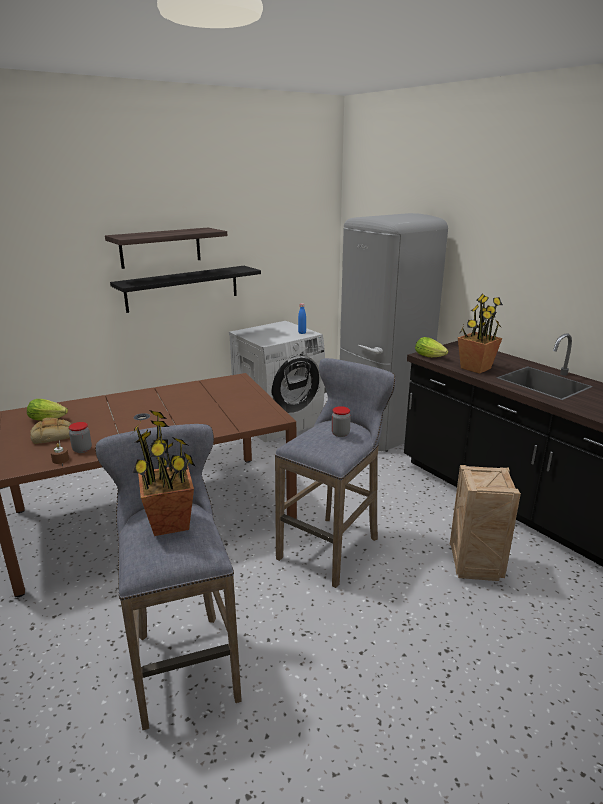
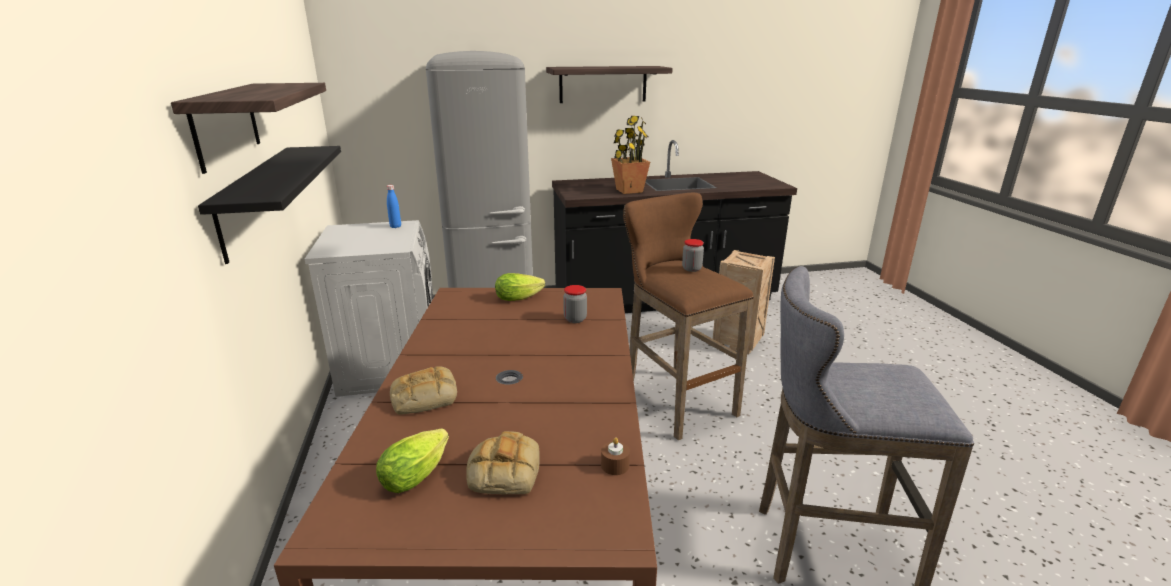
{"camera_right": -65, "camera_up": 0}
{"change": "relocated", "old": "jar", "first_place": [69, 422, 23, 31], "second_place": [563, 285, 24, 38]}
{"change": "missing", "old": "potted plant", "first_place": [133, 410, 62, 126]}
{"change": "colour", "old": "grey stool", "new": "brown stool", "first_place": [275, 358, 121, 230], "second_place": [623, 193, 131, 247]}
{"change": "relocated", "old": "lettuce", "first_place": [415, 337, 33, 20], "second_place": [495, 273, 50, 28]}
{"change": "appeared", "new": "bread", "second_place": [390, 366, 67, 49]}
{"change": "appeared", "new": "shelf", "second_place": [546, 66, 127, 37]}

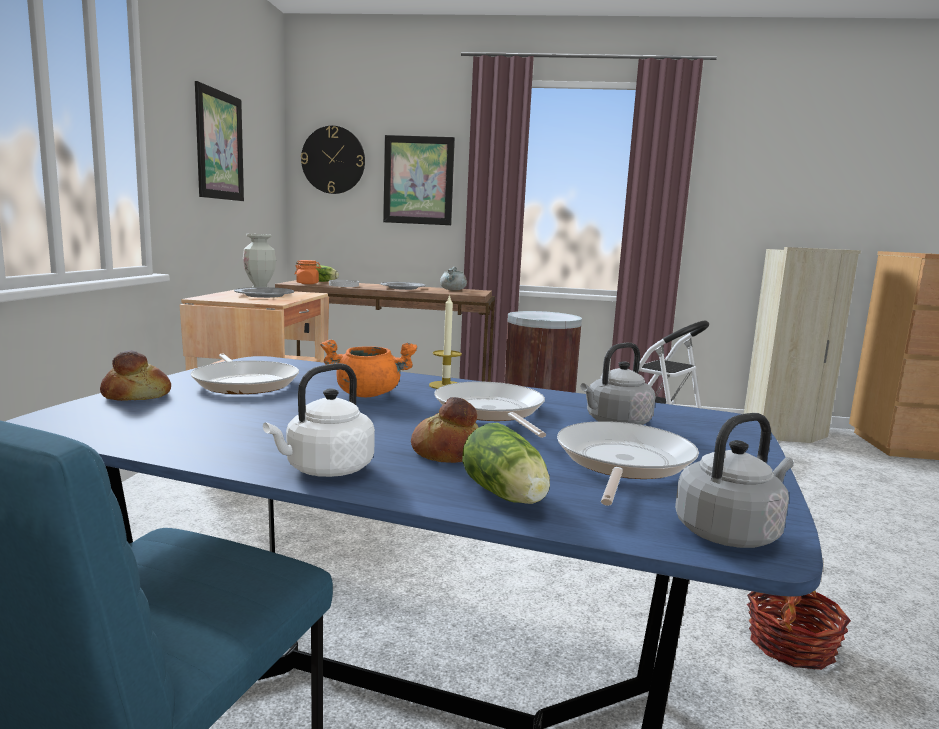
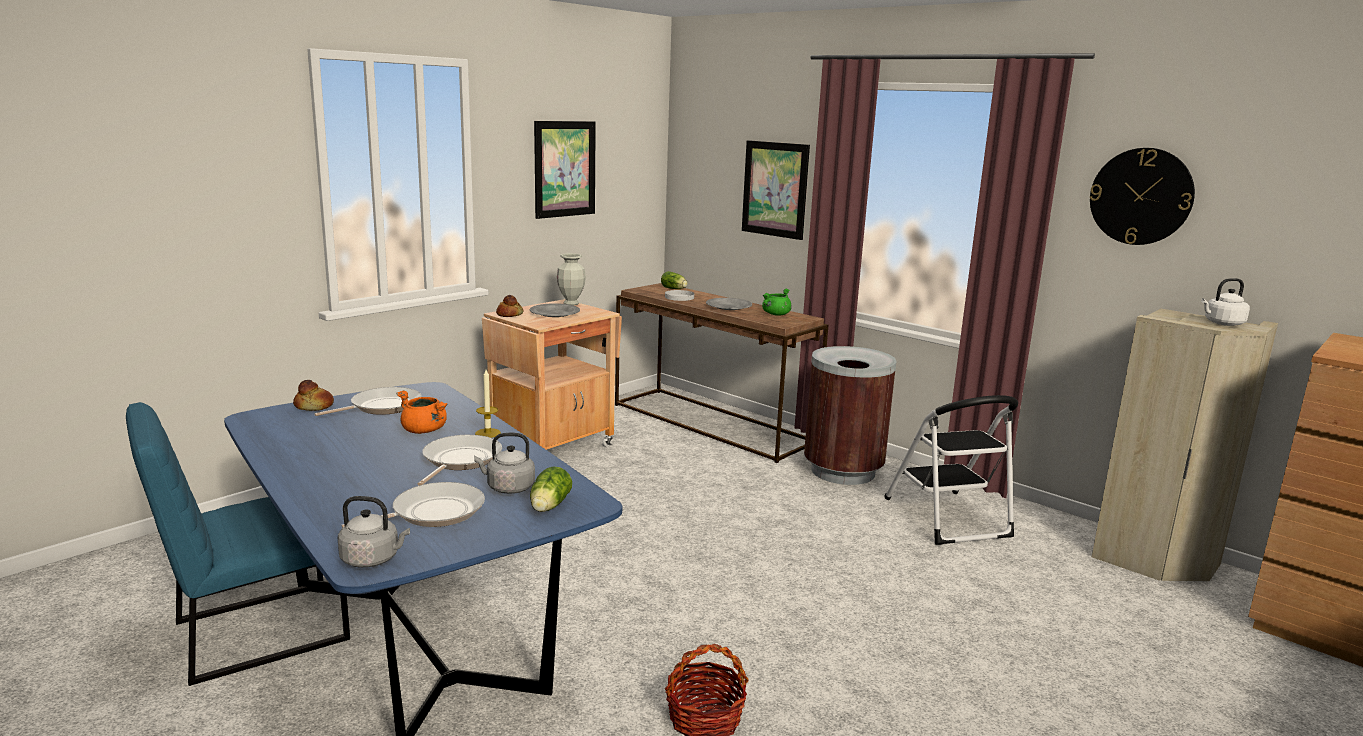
{"camera_right": 35, "camera_up": 5}
{"change": "spun", "old": "frying pan", "first_place": [191, 354, 108, 40], "second_place": [314, 387, 108, 29], "degrees": -135}
{"change": "relocated", "old": "white kettle", "first_place": [263, 363, 112, 114], "second_place": [1201, 278, 49, 48]}
{"change": "missing", "old": "orange jar", "first_place": [295, 260, 26, 24]}
{"change": "relocated", "old": "wall clock", "first_place": [301, 126, 64, 68], "second_place": [1090, 148, 105, 97]}
{"change": "relocated", "old": "bread", "first_place": [411, 397, 68, 66], "second_place": [496, 295, 27, 22]}
{"change": "colour", "old": "grey cooking pot", "new": "green cooking pot", "first_place": [440, 266, 27, 24], "second_place": [762, 288, 30, 28]}
{"change": "relocated", "old": "lettuce", "first_place": [462, 423, 88, 81], "second_place": [530, 466, 42, 46]}

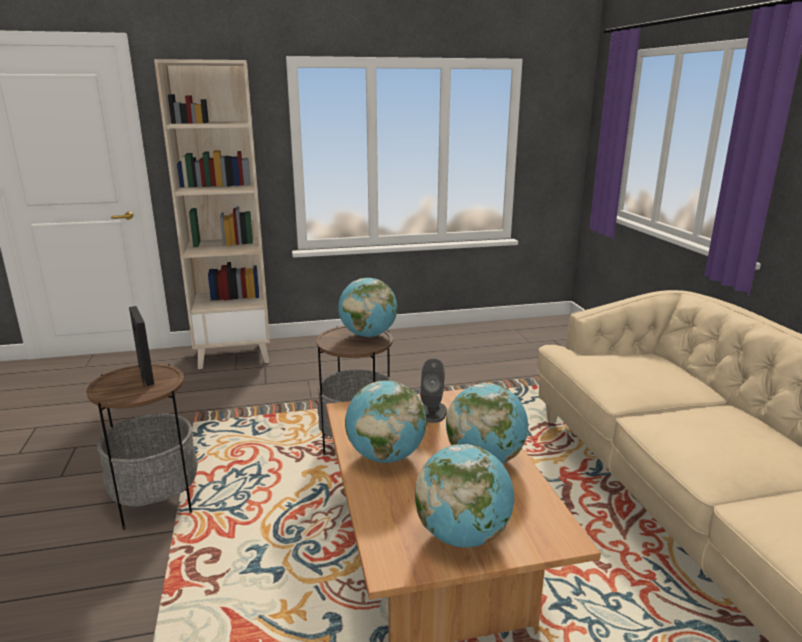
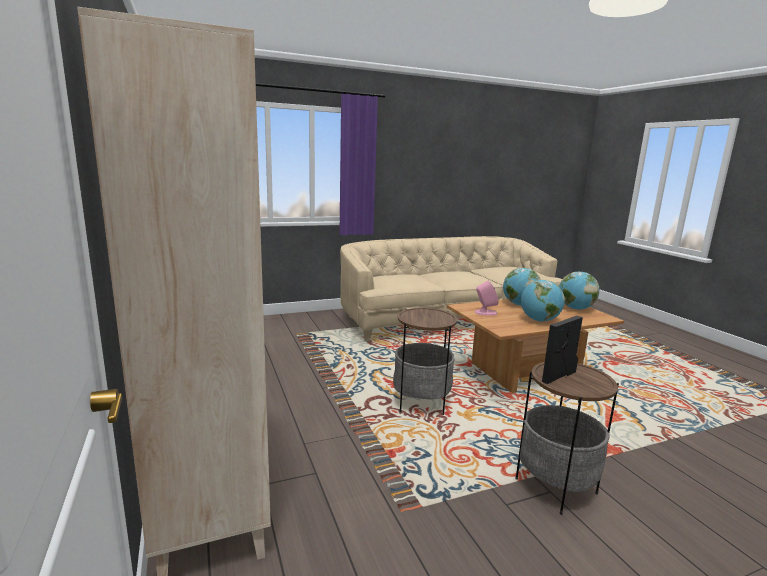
{"camera_right": -100, "camera_up": -5}
{"change": "missing", "old": "globe", "first_place": [338, 278, 59, 59]}
{"change": "colour", "old": "grey speaker", "new": "pink speaker", "first_place": [420, 358, 27, 65], "second_place": [475, 280, 24, 36]}

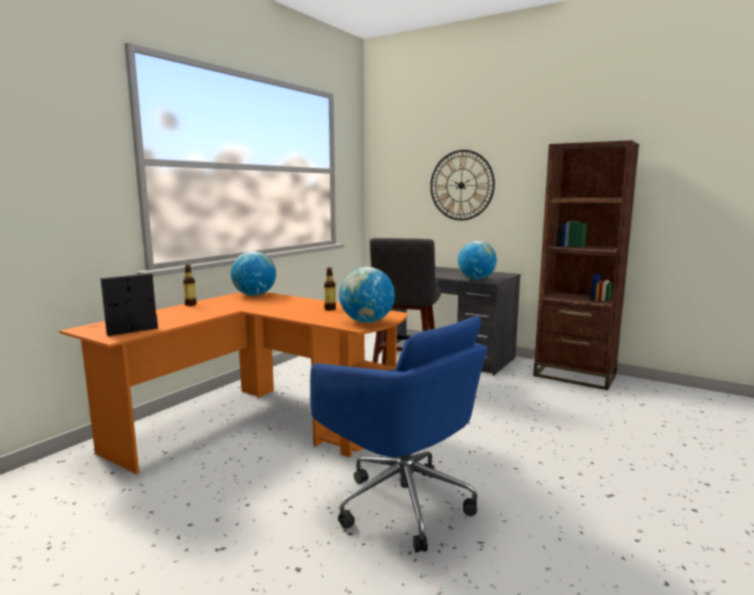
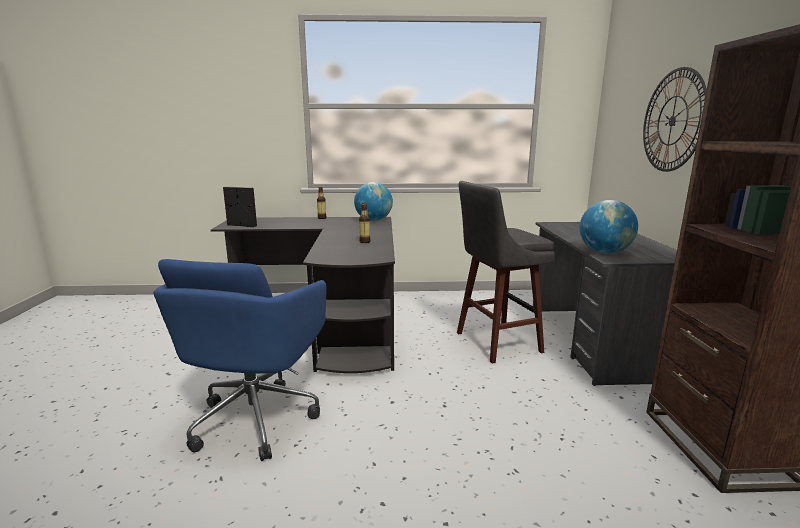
{"camera_right": 55, "camera_up": 5}
{"change": "colour", "old": "orange desk", "new": "black desk", "first_place": [59, 292, 349, 182], "second_place": [211, 217, 184, 156]}
{"change": "missing", "old": "globe", "first_place": [339, 267, 56, 56]}

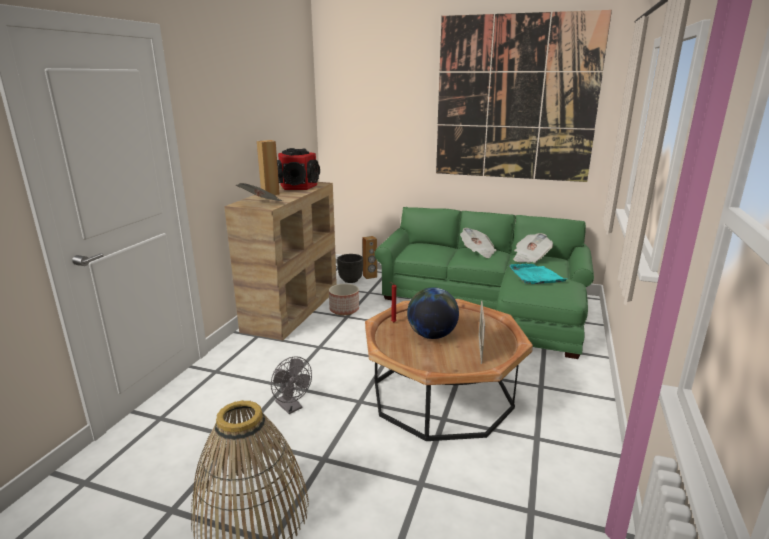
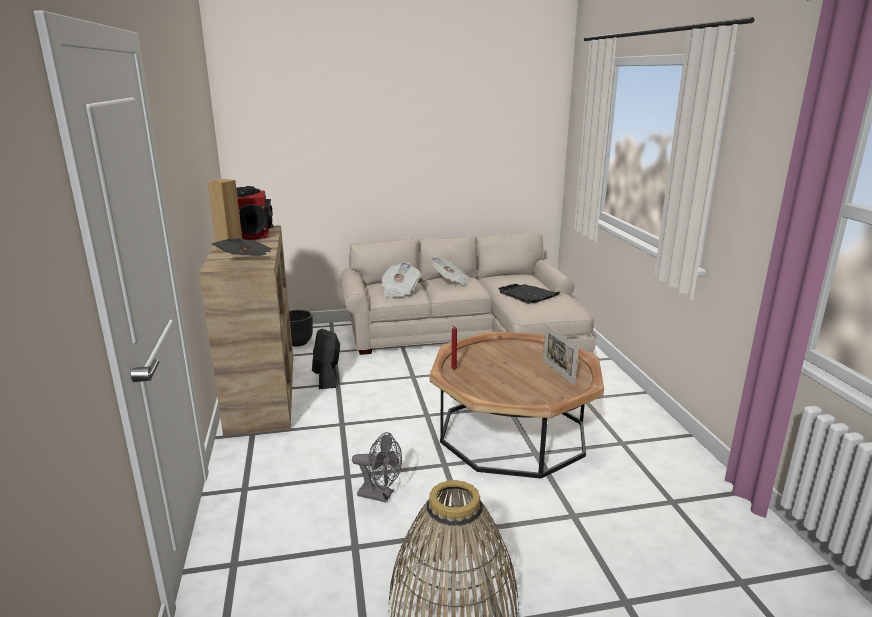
{"camera_right": -30, "camera_up": 0}
{"change": "exchanged", "old": "planter", "new": "black fan", "first_place": [329, 284, 30, 31], "second_place": [312, 329, 28, 60]}
{"change": "missing", "old": "brown speaker", "first_place": [362, 236, 15, 43]}
{"change": "colour", "old": "green sofa", "new": "beige sofa", "first_place": [374, 207, 220, 152], "second_place": [340, 234, 256, 121]}
{"change": "missing", "old": "globe", "first_place": [407, 287, 52, 52]}
{"change": "missing", "old": "picture", "first_place": [436, 10, 176, 172]}
{"change": "colour", "old": "turquoise tray", "new": "black tray", "first_place": [509, 264, 57, 20], "second_place": [498, 284, 62, 20]}
{"change": "relocated", "old": "newspaper", "first_place": [513, 233, 40, 30], "second_place": [381, 262, 40, 36]}

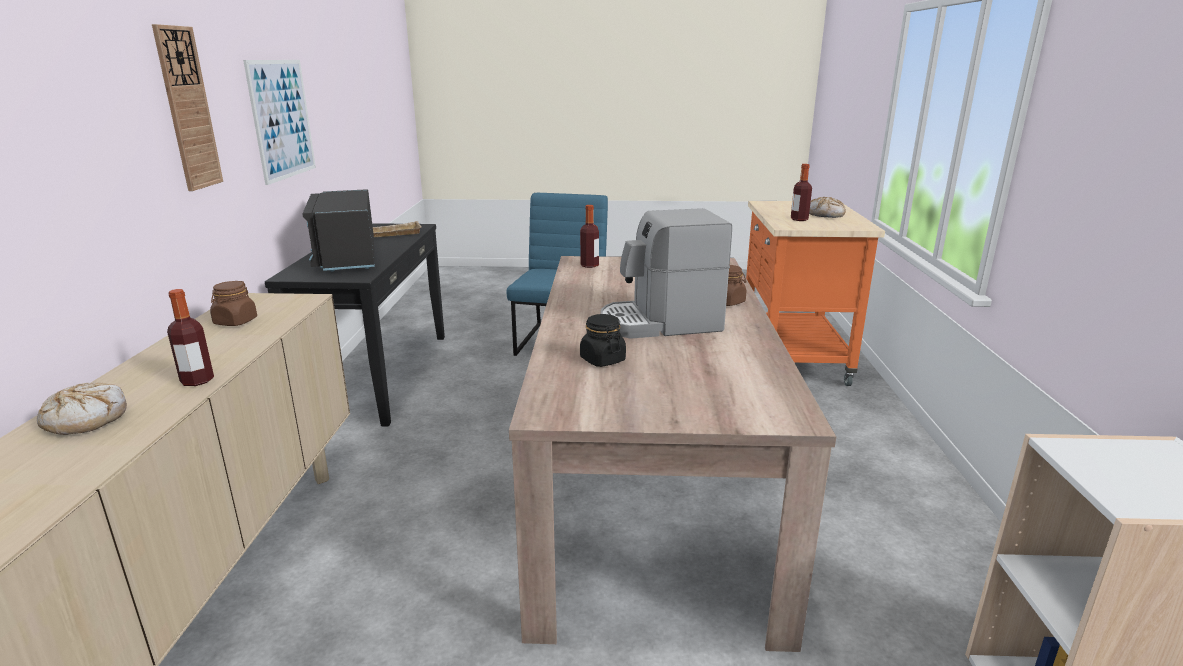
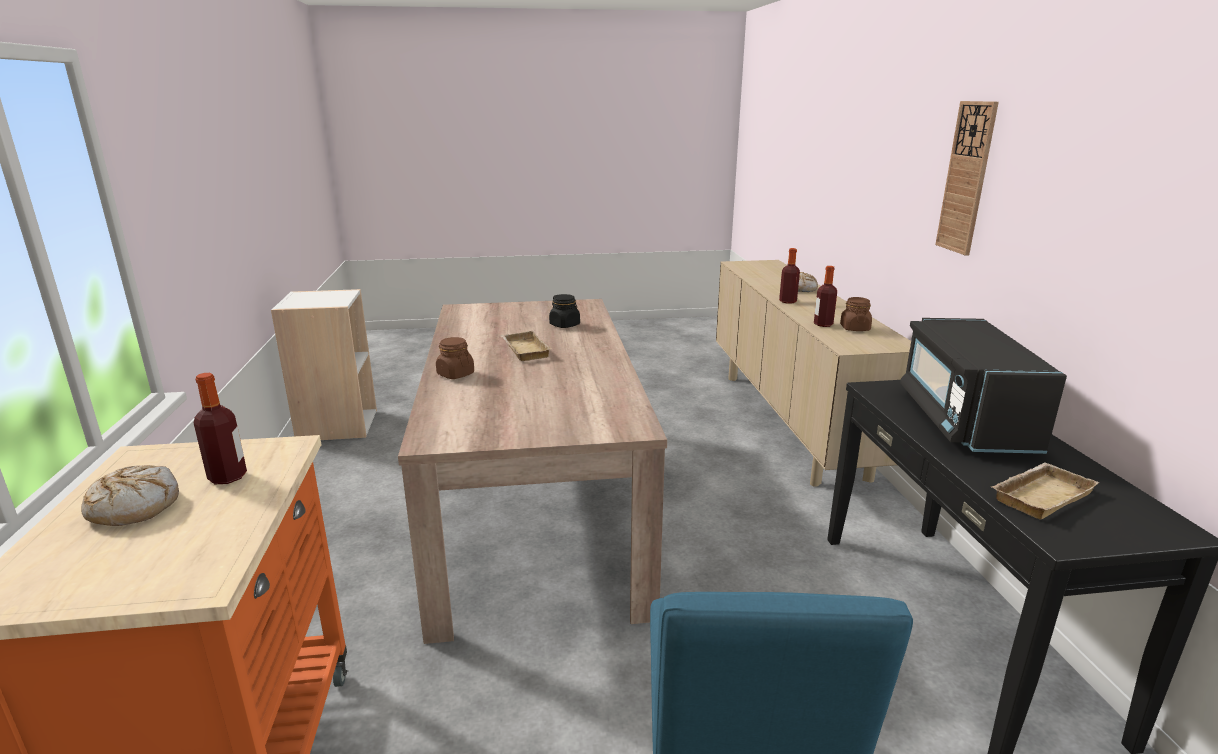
{"camera_right": 170, "camera_up": 0}
{"change": "missing", "old": "picture", "first_place": [243, 60, 73, 125]}
{"change": "spun", "old": "black microwave", "first_place": [302, 189, 72, 82], "second_place": [900, 318, 167, 136], "degrees": -150}
{"change": "relocated", "old": "bottle", "first_place": [580, 205, 19, 63], "second_place": [814, 266, 23, 61]}
{"change": "exchanged", "old": "coffee machine", "new": "beige tray", "first_place": [601, 208, 131, 131], "second_place": [501, 331, 51, 30]}

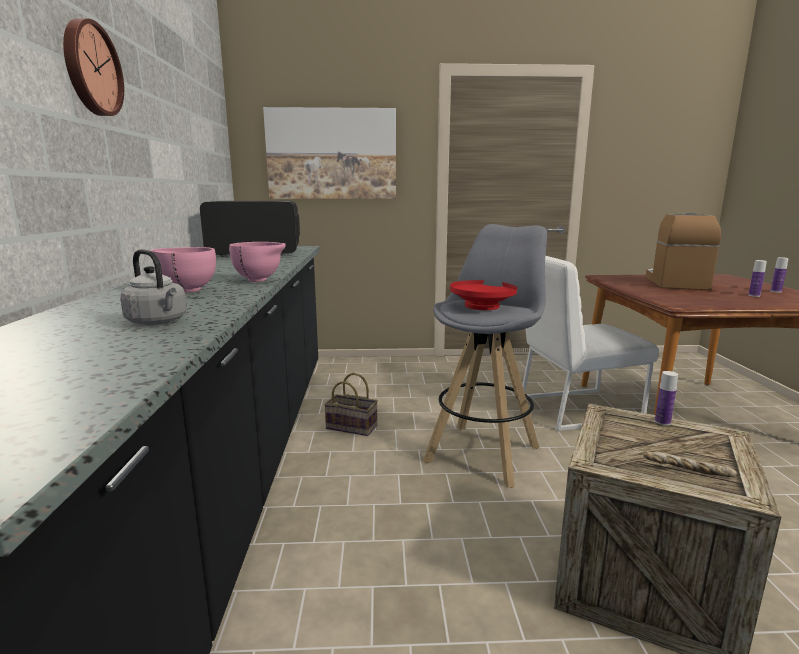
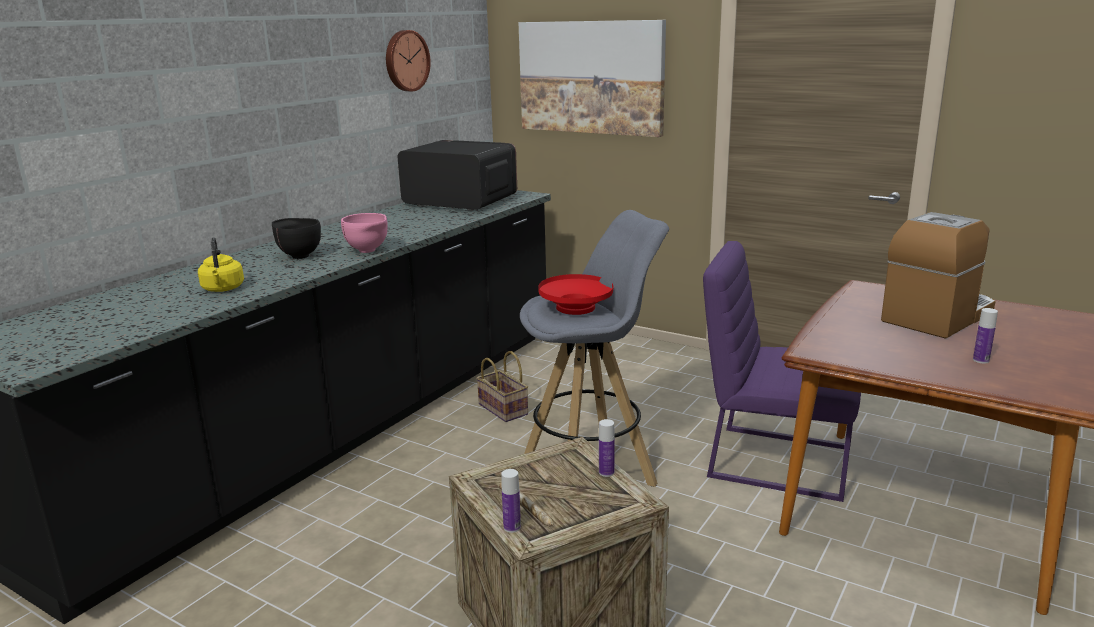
{"camera_right": 35, "camera_up": 5}
{"change": "relocated", "old": "wall clock", "first_place": [63, 18, 61, 98], "second_place": [386, 30, 45, 61]}
{"change": "colour", "old": "grey kettle", "new": "yellow kettle", "first_place": [120, 249, 67, 76], "second_place": [198, 237, 46, 55]}
{"change": "colour", "old": "pink bowl", "new": "black bowl", "first_place": [149, 247, 67, 45], "second_place": [272, 218, 49, 41]}
{"change": "colour", "old": "white chair", "new": "purple chair", "first_place": [522, 256, 137, 175], "second_place": [703, 241, 158, 261]}
{"change": "relocated", "old": "bottle", "first_place": [770, 257, 19, 36], "second_place": [501, 469, 20, 64]}

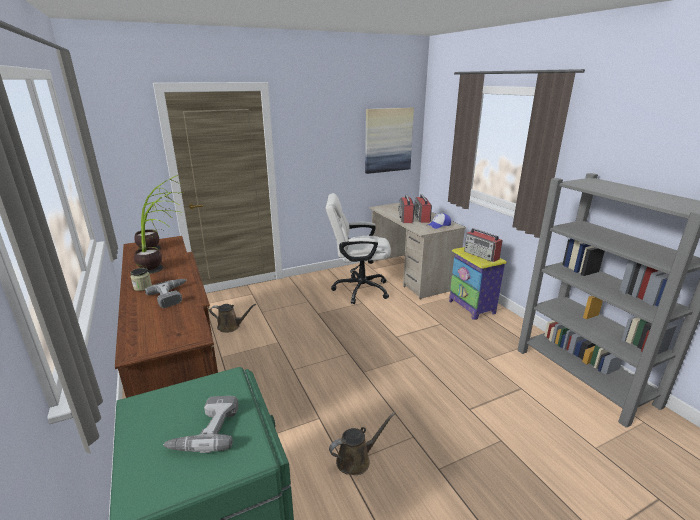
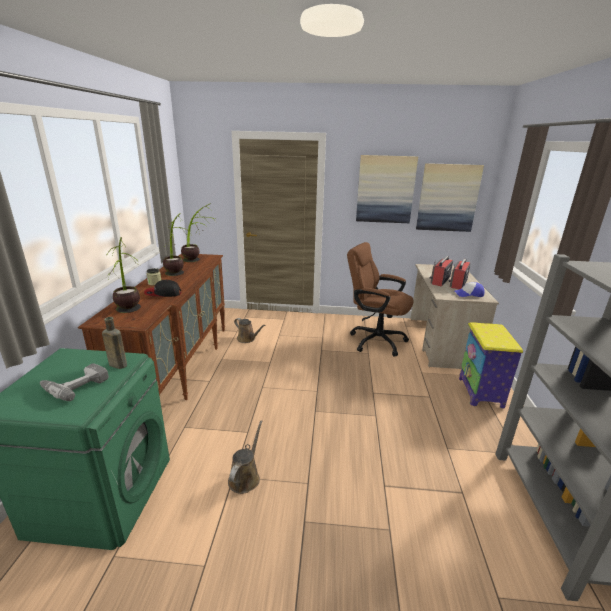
{"camera_right": 30, "camera_up": 0}
{"change": "exchanged", "old": "power drill", "new": "cap", "first_place": [145, 279, 42, 29], "second_place": [144, 280, 38, 17]}
{"change": "colour", "old": "white office chair", "new": "brown office chair", "first_place": [326, 193, 65, 111], "second_place": [347, 242, 67, 115]}
{"change": "spun", "old": "brown watering can", "first_place": [329, 412, 67, 63], "second_place": [228, 420, 34, 74], "degrees": -75}
{"change": "missing", "old": "radio", "first_place": [464, 228, 39, 34]}
{"change": "appeared", "new": "brown bottle", "second_place": [102, 317, 25, 52]}
{"change": "appeared", "new": "potted plant", "second_place": [105, 237, 36, 76]}
{"change": "appeared", "new": "picture", "second_place": [356, 155, 62, 68]}

